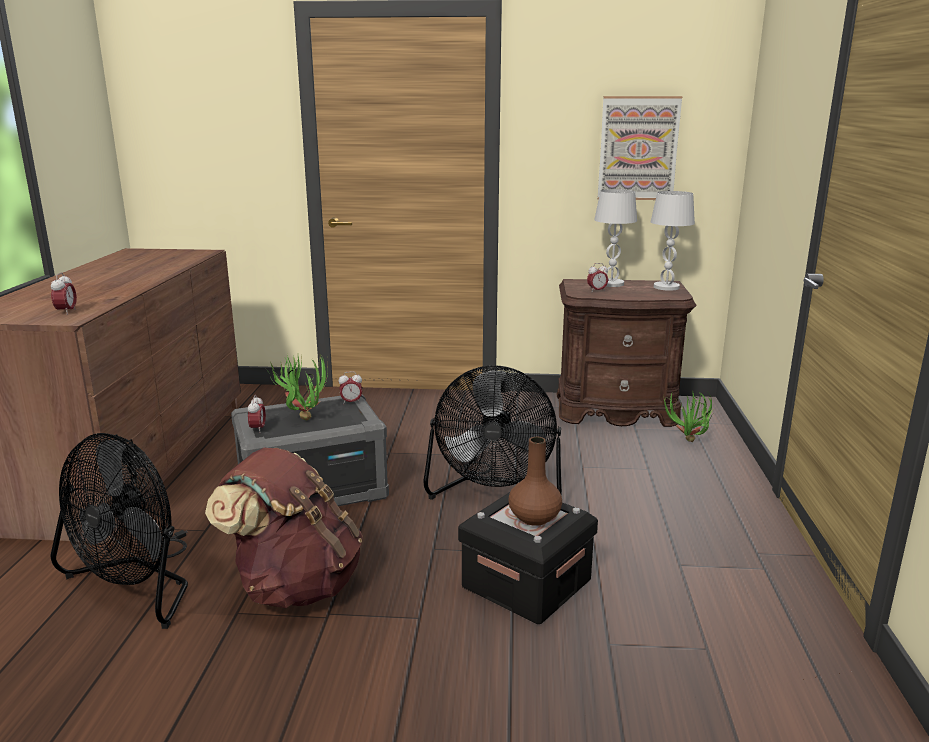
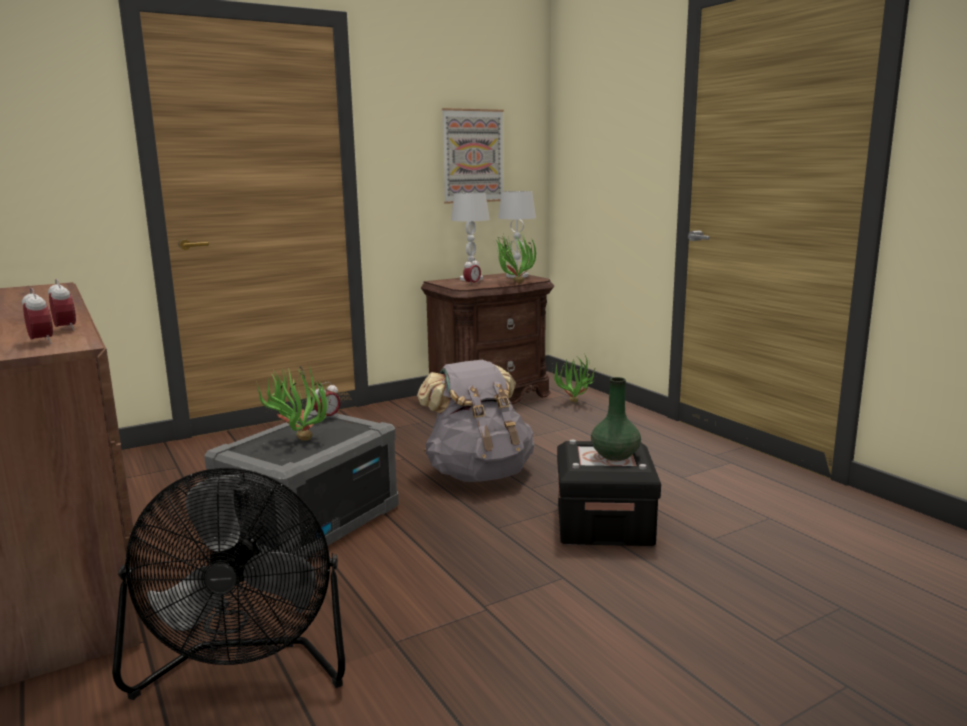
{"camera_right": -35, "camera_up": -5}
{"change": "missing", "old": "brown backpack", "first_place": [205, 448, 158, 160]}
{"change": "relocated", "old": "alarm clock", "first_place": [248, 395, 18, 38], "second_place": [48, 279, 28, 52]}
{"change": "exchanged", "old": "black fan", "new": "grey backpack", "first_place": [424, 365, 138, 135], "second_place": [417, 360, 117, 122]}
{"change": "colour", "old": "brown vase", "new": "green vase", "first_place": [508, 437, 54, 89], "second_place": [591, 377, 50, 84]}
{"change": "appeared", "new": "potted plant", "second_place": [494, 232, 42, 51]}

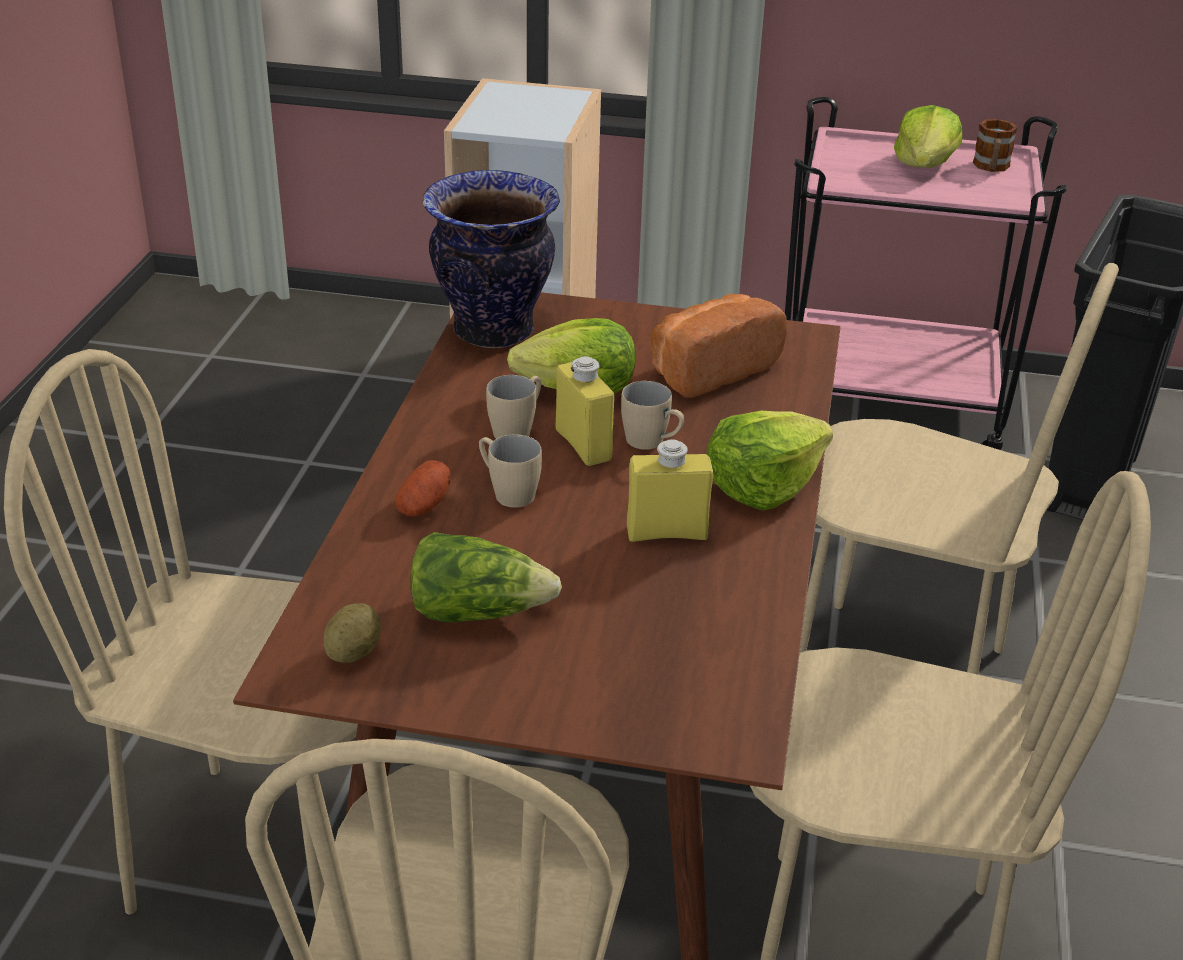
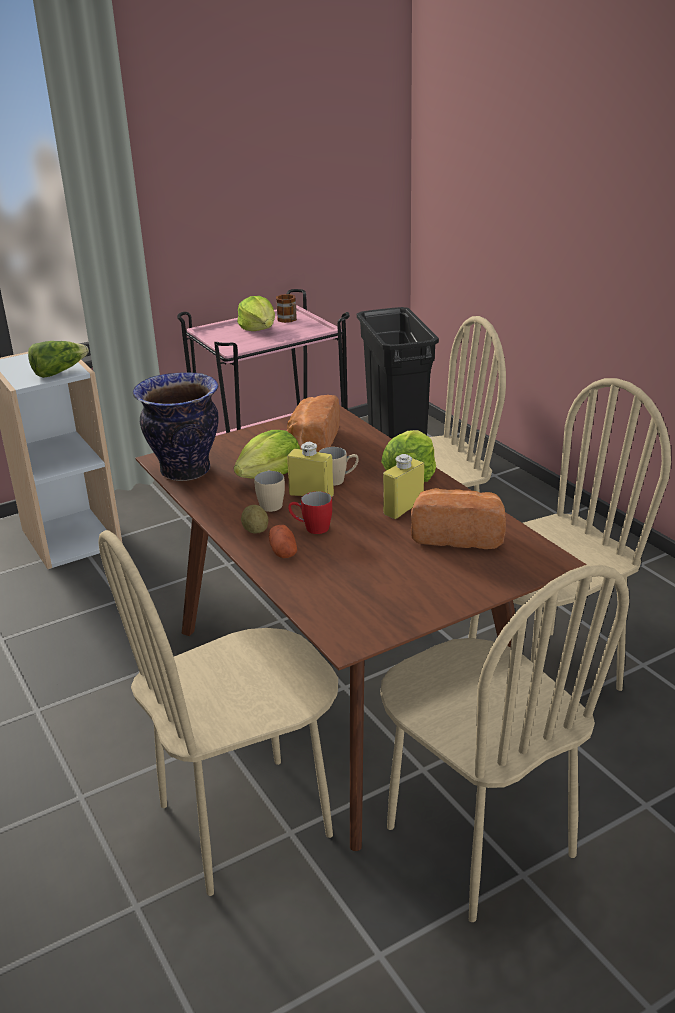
{"camera_right": -40, "camera_up": -5}
{"change": "relocated", "old": "potato", "first_place": [323, 603, 58, 60], "second_place": [241, 505, 27, 28]}
{"change": "relocated", "old": "lettuce", "first_place": [410, 532, 152, 90], "second_place": [28, 341, 61, 37]}
{"change": "colour", "old": "beige mug", "new": "red mug", "first_place": [479, 434, 63, 74], "second_place": [288, 491, 44, 43]}
{"change": "appeared", "new": "bread", "second_place": [411, 488, 95, 61]}

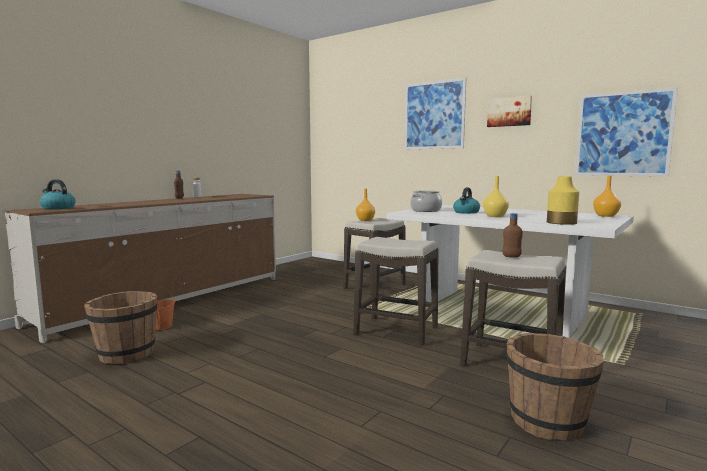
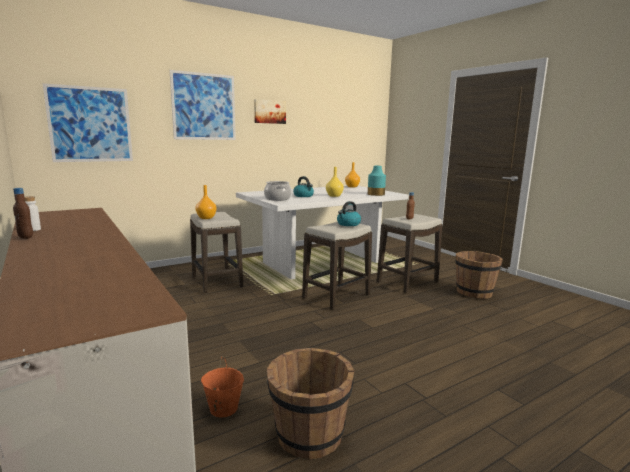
{"camera_right": -70, "camera_up": 5}
{"change": "relocated", "old": "kettle", "first_place": [40, 179, 36, 30], "second_place": [337, 201, 24, 25]}
{"change": "colour", "old": "yellow vase", "new": "turquoise vase", "first_place": [547, 176, 32, 49], "second_place": [368, 166, 18, 30]}
{"change": "relocated", "old": "picture", "first_place": [575, 87, 103, 90], "second_place": [43, 83, 90, 79]}

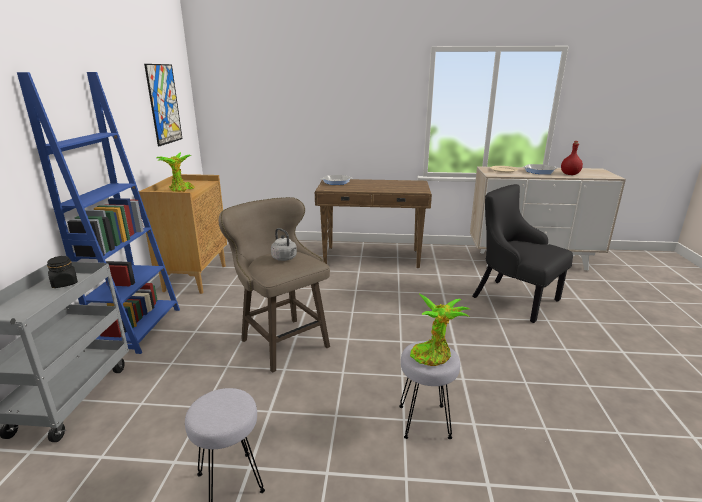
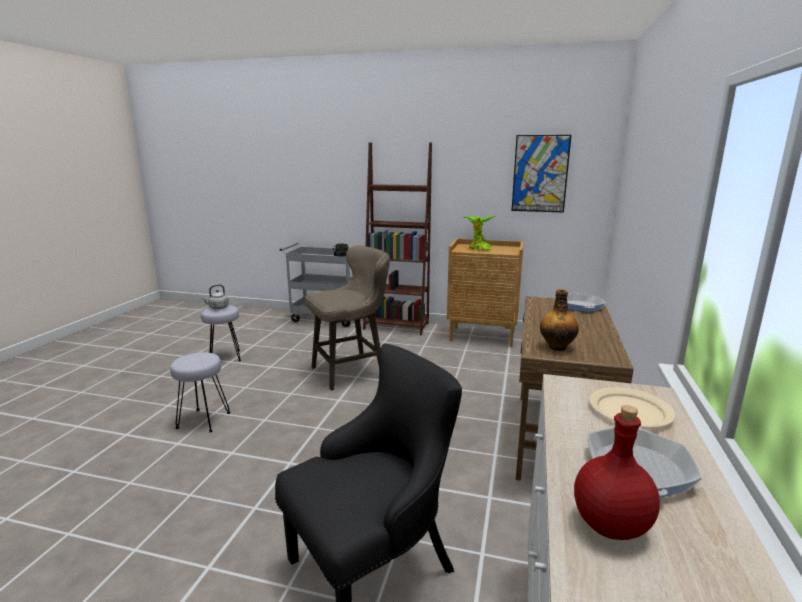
{"camera_right": 100, "camera_up": -5}
{"change": "colour", "old": "blue bookcase", "new": "brown bookcase", "first_place": [17, 72, 163, 282], "second_place": [363, 142, 69, 193]}
{"change": "relocated", "old": "grey kettle", "first_place": [271, 228, 26, 33], "second_place": [202, 284, 27, 25]}
{"change": "missing", "old": "potted plant", "first_place": [410, 294, 60, 72]}
{"change": "appeared", "new": "bottle", "second_place": [540, 289, 39, 62]}

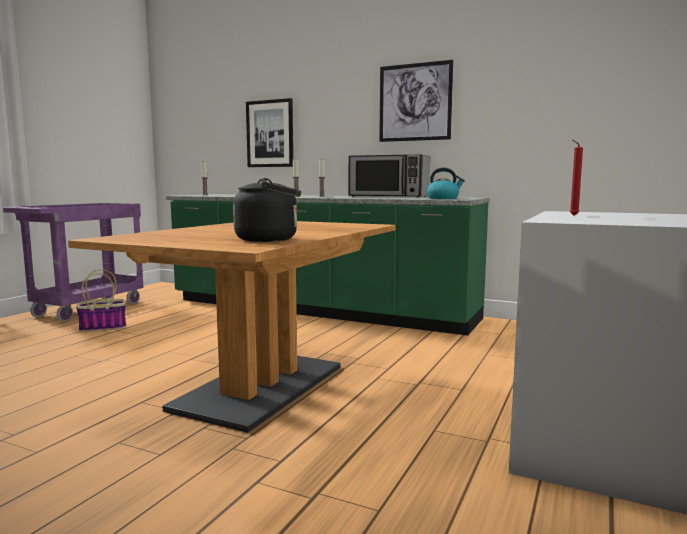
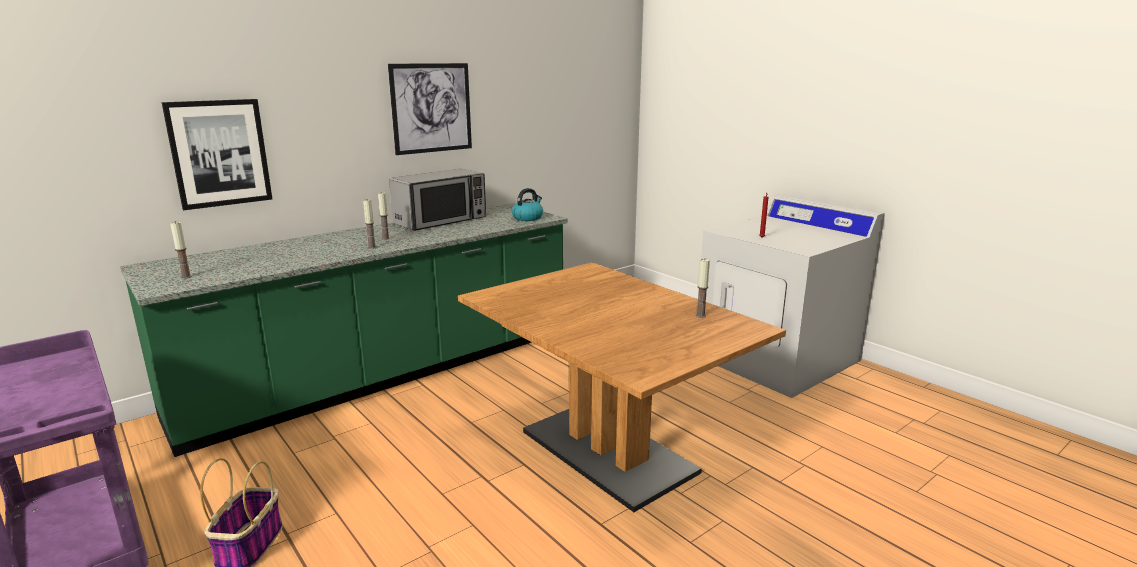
{"camera_right": -65, "camera_up": 10}
{"change": "exchanged", "old": "black kettle", "new": "candle", "first_place": [233, 178, 68, 64], "second_place": [696, 258, 14, 60]}

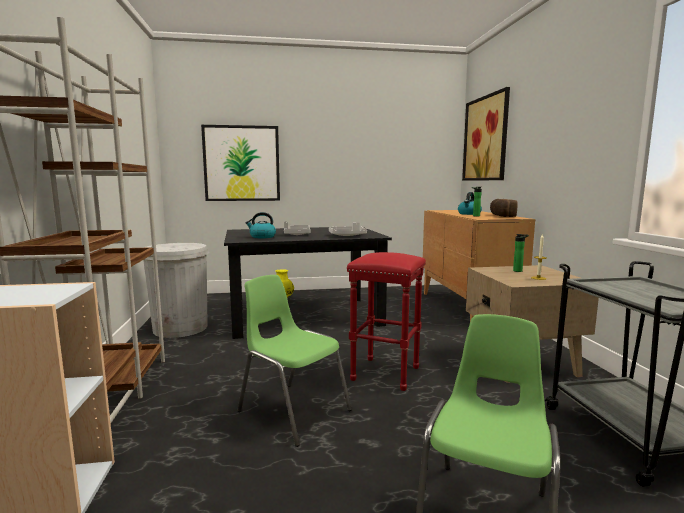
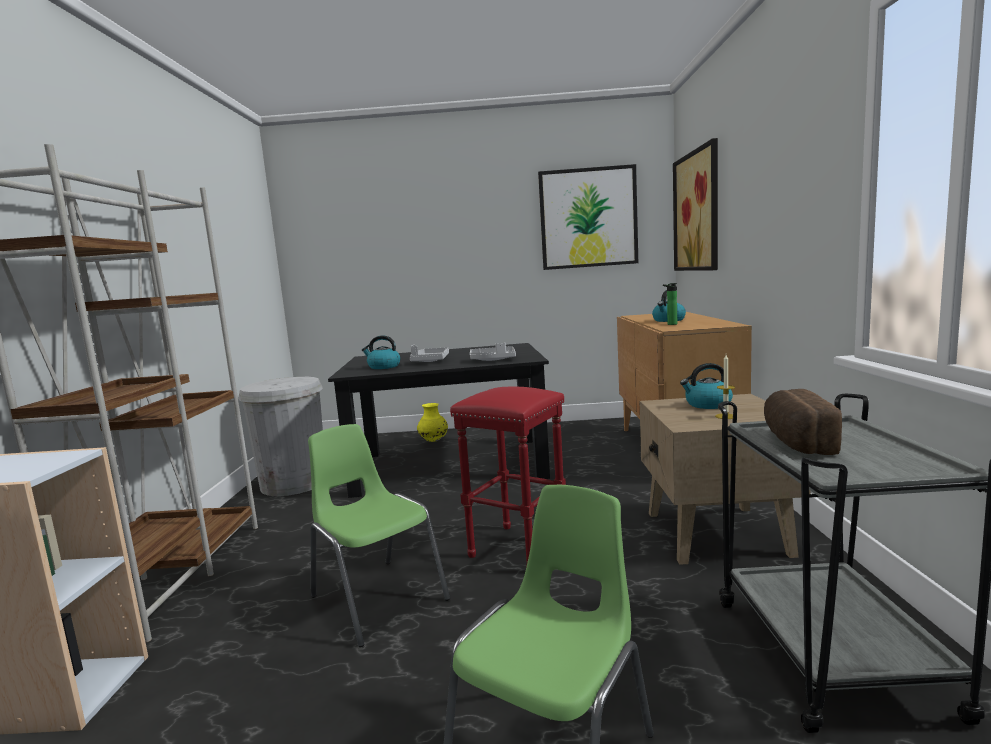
{"camera_right": 10, "camera_up": 0}
{"change": "relocated", "old": "picture", "first_place": [201, 125, 79, 76], "second_place": [538, 164, 100, 106]}
{"change": "relocated", "old": "bread", "first_place": [490, 199, 28, 18], "second_place": [764, 389, 78, 66]}
{"change": "exchanged", "old": "bottle", "new": "kettle", "first_place": [513, 234, 16, 38], "second_place": [680, 363, 53, 46]}

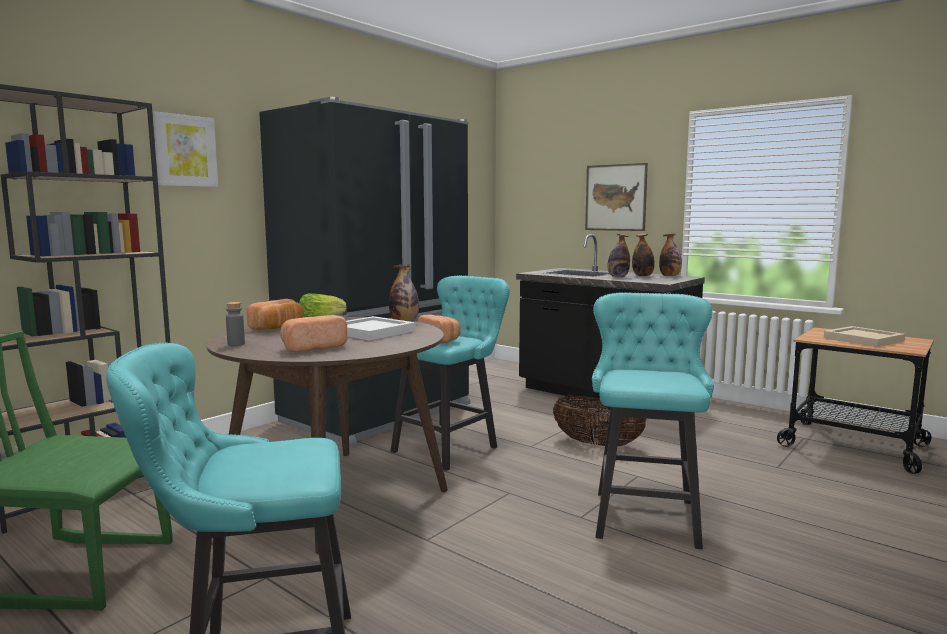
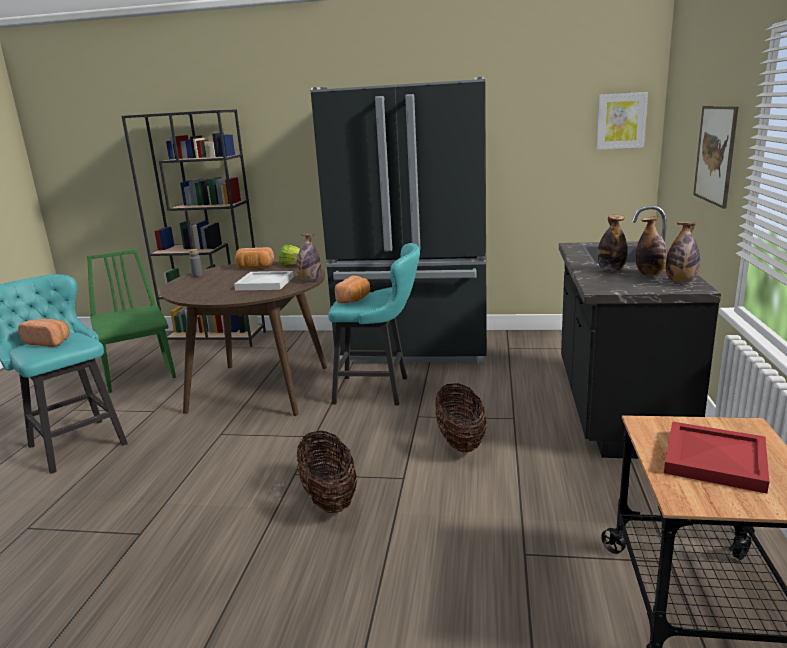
{"camera_right": 60, "camera_up": 10}
{"change": "relocated", "old": "picture", "first_place": [152, 111, 66, 76], "second_place": [596, 92, 52, 58]}
{"change": "relocated", "old": "bread", "first_place": [280, 315, 67, 37], "second_place": [18, 319, 52, 28]}
{"change": "exchanged", "old": "turquoise stool", "new": "basket", "first_place": [592, 292, 122, 258], "second_place": [297, 431, 60, 82]}
{"change": "colour", "old": "beige tray", "new": "red tray", "first_place": [824, 326, 81, 21], "second_place": [664, 421, 105, 73]}

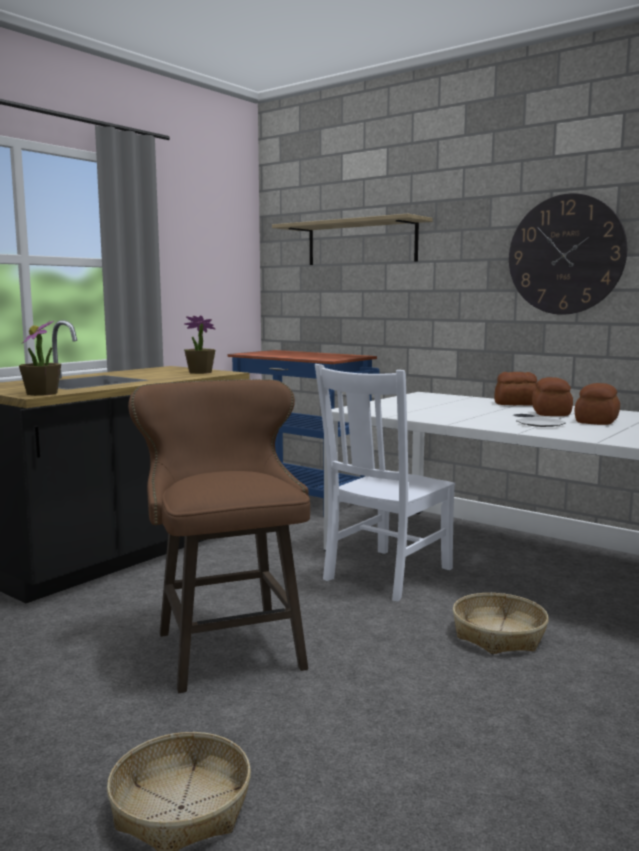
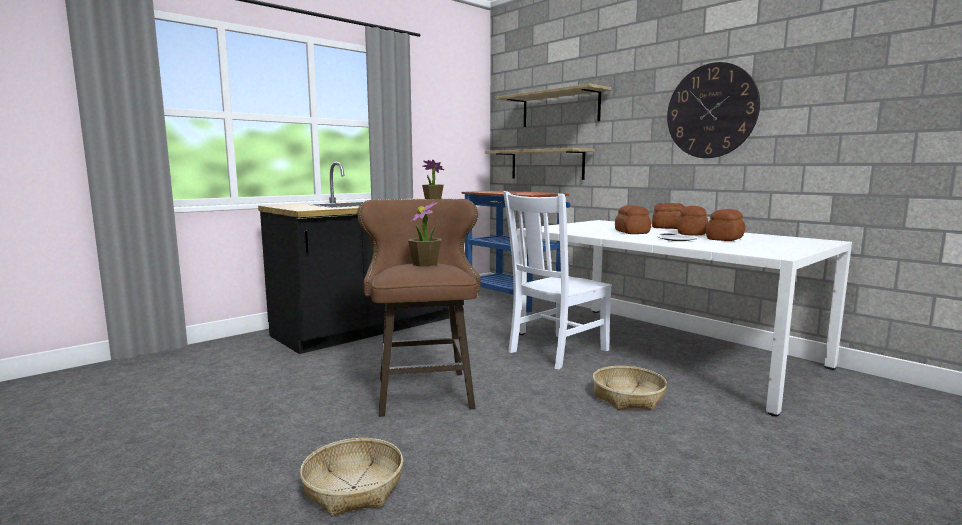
{"camera_right": 10, "camera_up": 0}
{"change": "relocated", "old": "potted plant", "first_place": [19, 320, 42, 76], "second_place": [408, 202, 33, 64]}
{"change": "appeared", "new": "shelf", "second_place": [485, 148, 110, 32]}
{"change": "appeared", "new": "bread", "second_place": [615, 205, 36, 29]}

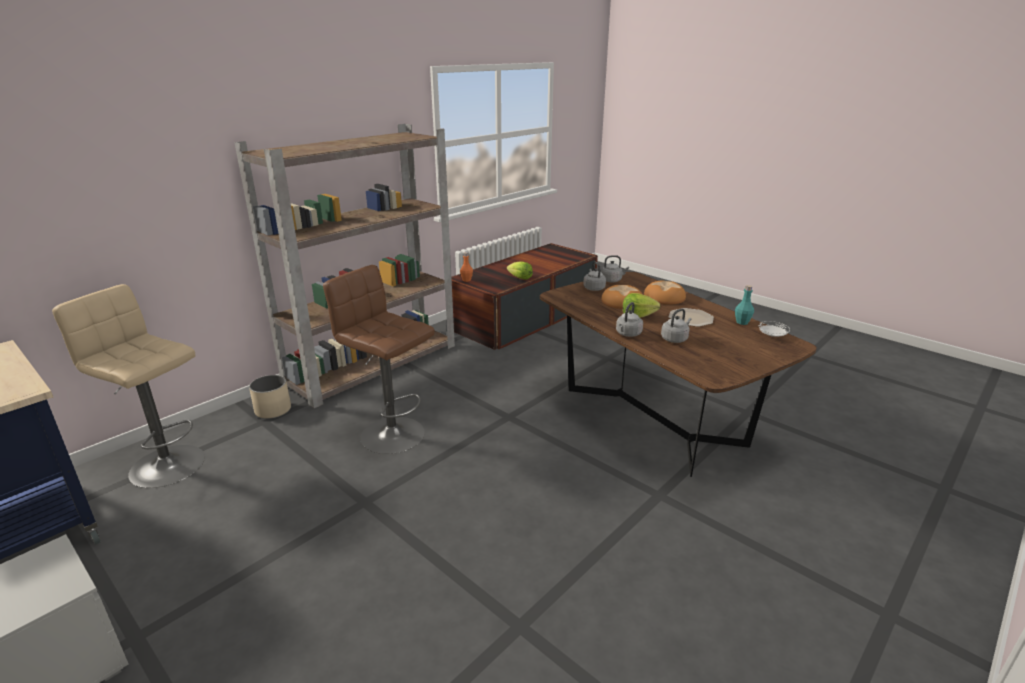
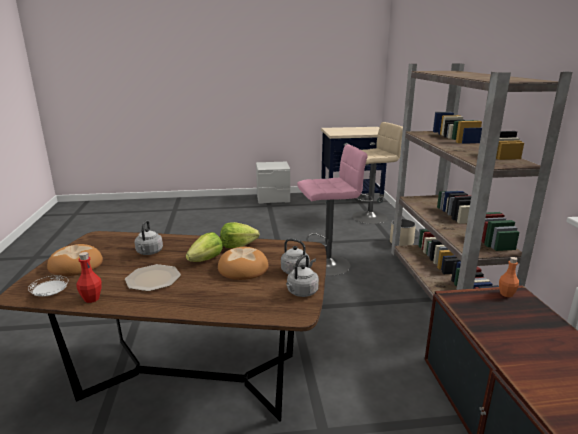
{"camera_right": 130, "camera_up": -5}
{"change": "colour", "old": "brown stool", "new": "pink stool", "first_place": [323, 265, 111, 189], "second_place": [297, 144, 71, 132]}
{"change": "relocated", "old": "lettuce", "first_place": [507, 261, 26, 19], "second_place": [220, 222, 39, 26]}
{"change": "missing", "old": "grey kettle", "first_place": [616, 302, 27, 35]}
{"change": "relocated", "old": "bread", "first_place": [644, 280, 42, 25], "second_place": [47, 244, 56, 32]}
{"change": "colour", "old": "turquoise bottle", "new": "red bottle", "first_place": [735, 285, 19, 40], "second_place": [77, 252, 25, 51]}

